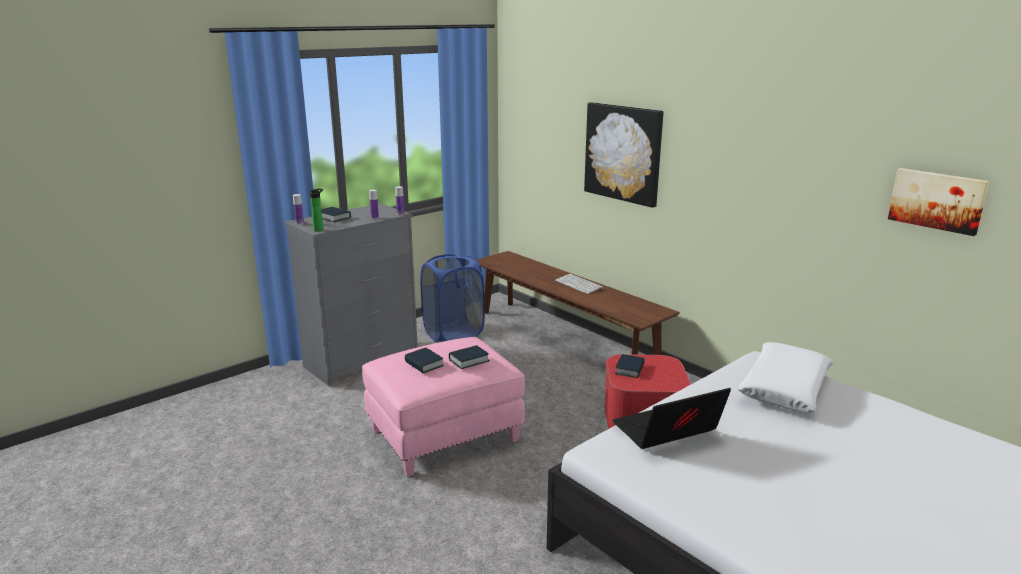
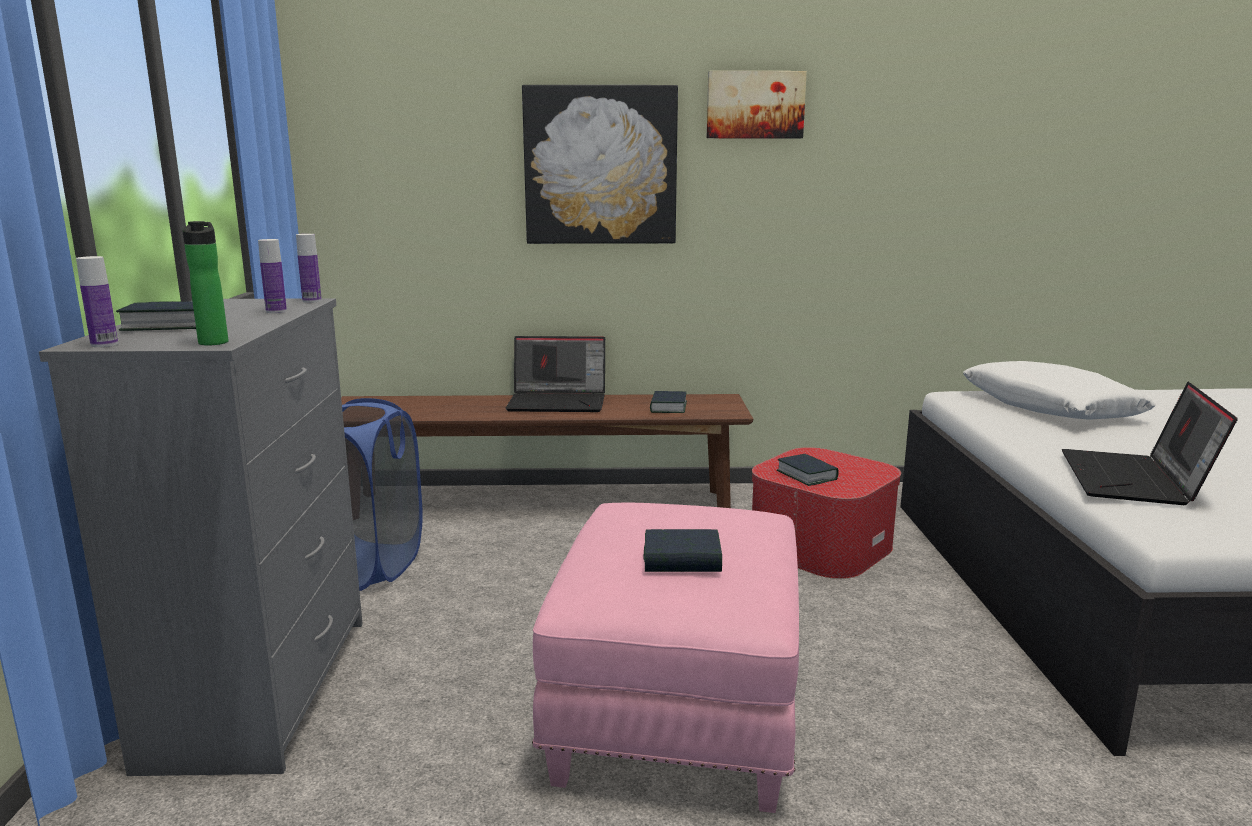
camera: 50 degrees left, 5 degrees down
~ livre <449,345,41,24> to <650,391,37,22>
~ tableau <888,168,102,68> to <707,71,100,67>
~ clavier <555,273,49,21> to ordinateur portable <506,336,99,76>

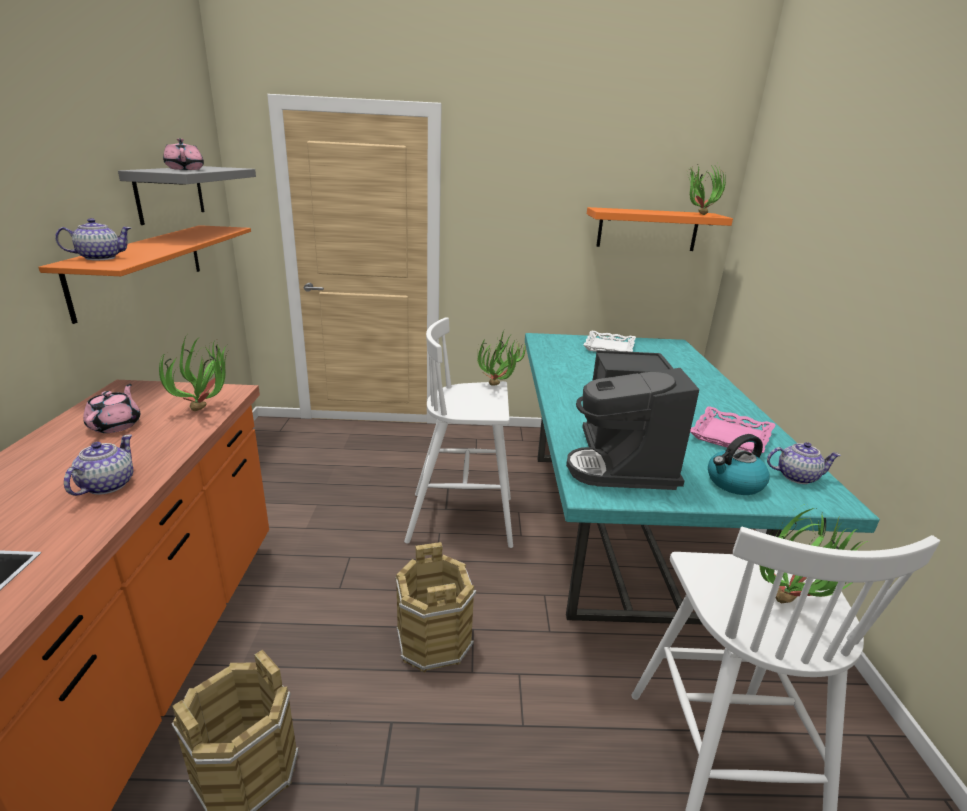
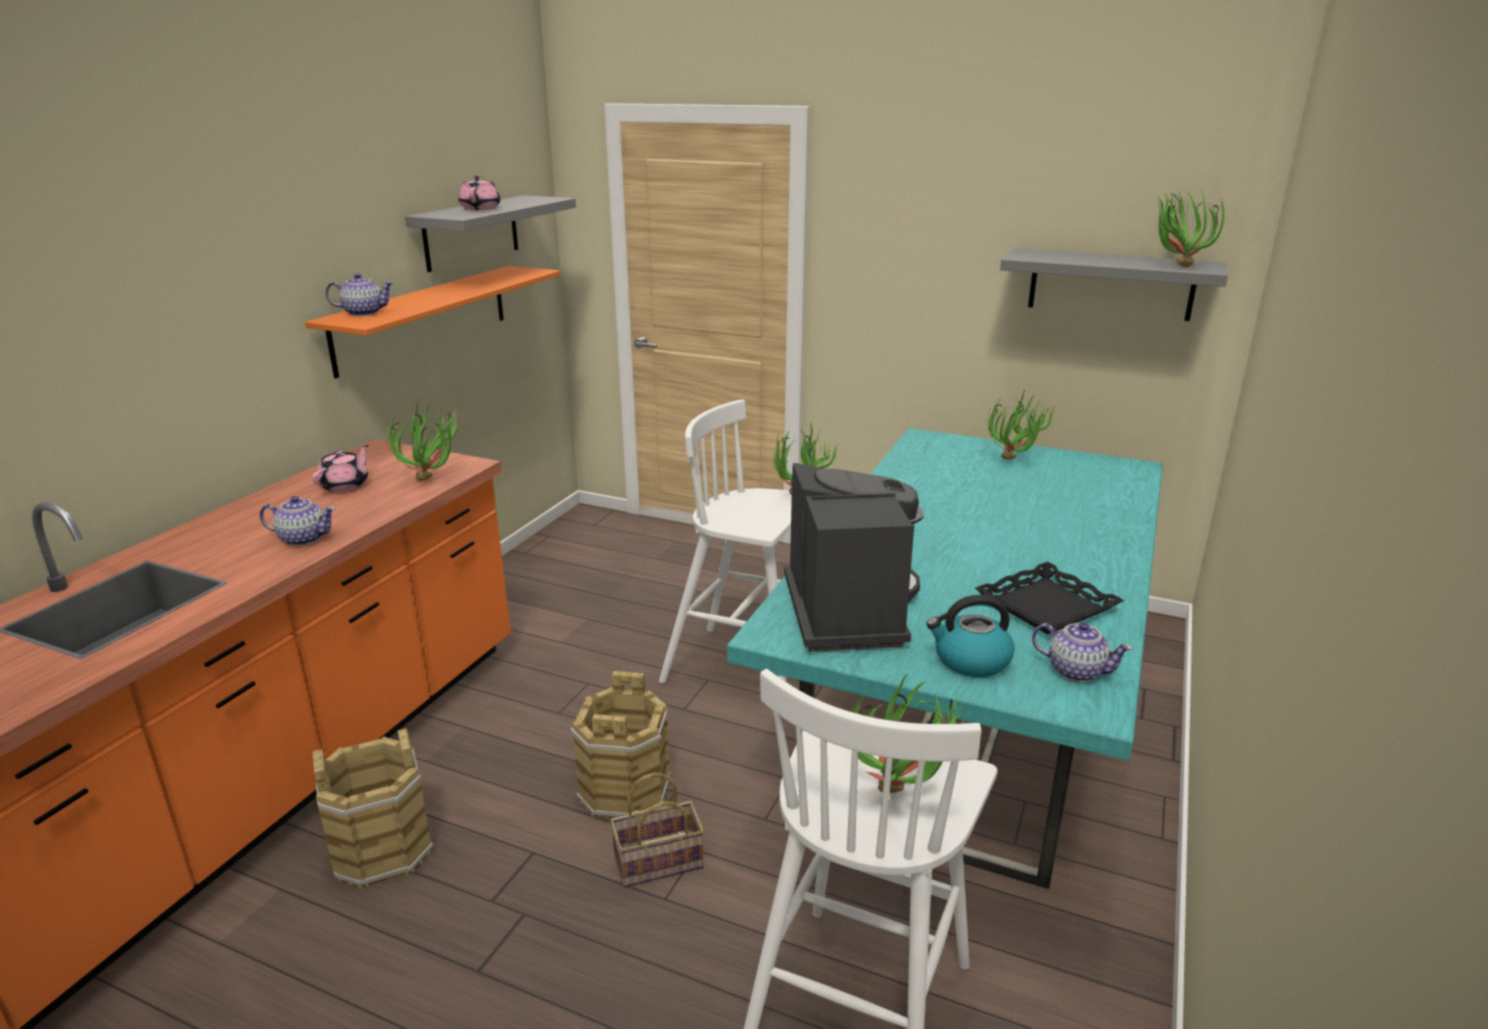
camera: 25 degrees right, 0 degrees up
+ panier <610,772,94,115>
~ plateau [blanc] <583,331,53,21> to plante en pot <988,390,66,69>
~ étagère [orange] <587,207,146,44> to étagère [gris] <1000,248,228,73>
~ plateau [rose] <690,406,86,47> to plateau [noir] <975,562,149,73>
~ théière <64,435,69,61> = <260,496,76,50> 60 degrees clockwise
~ machine à café <566,350,134,140> = <784,463,140,189> 150 degrees clockwise

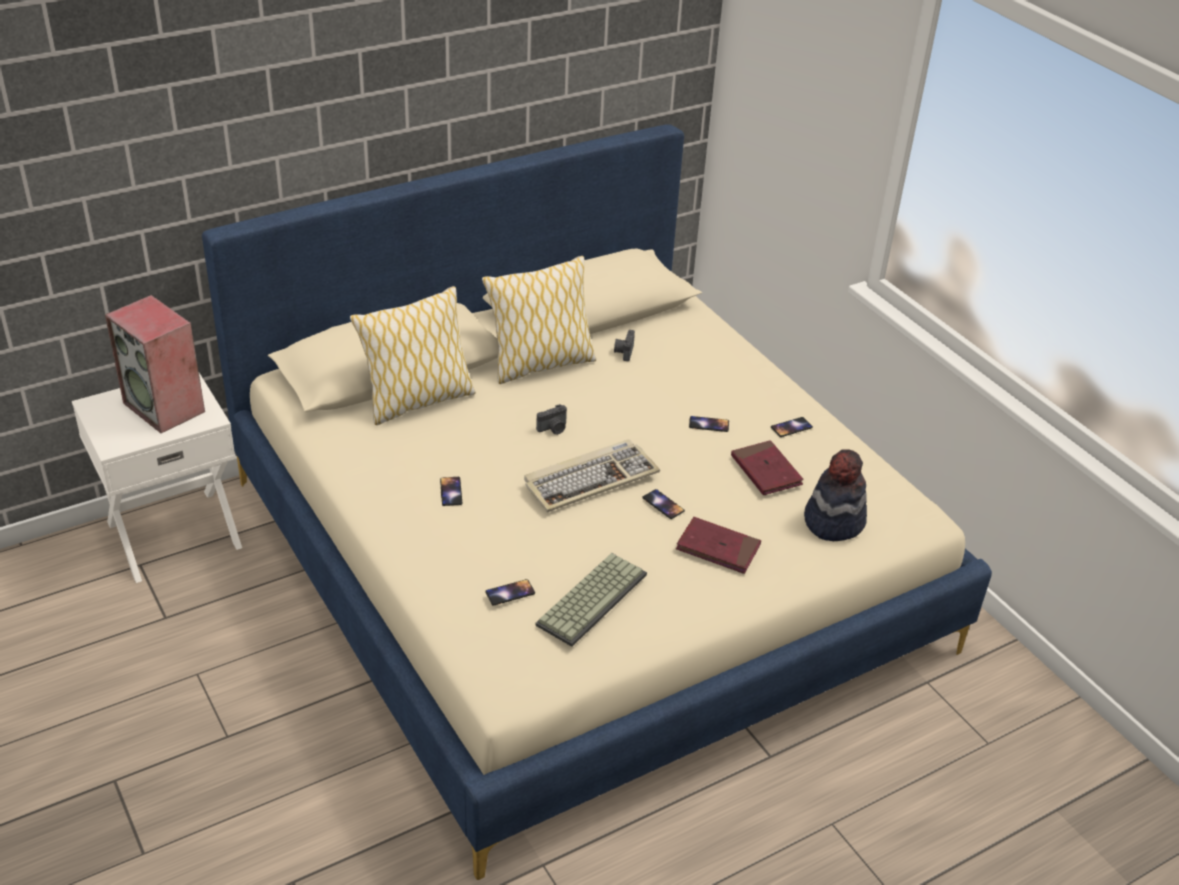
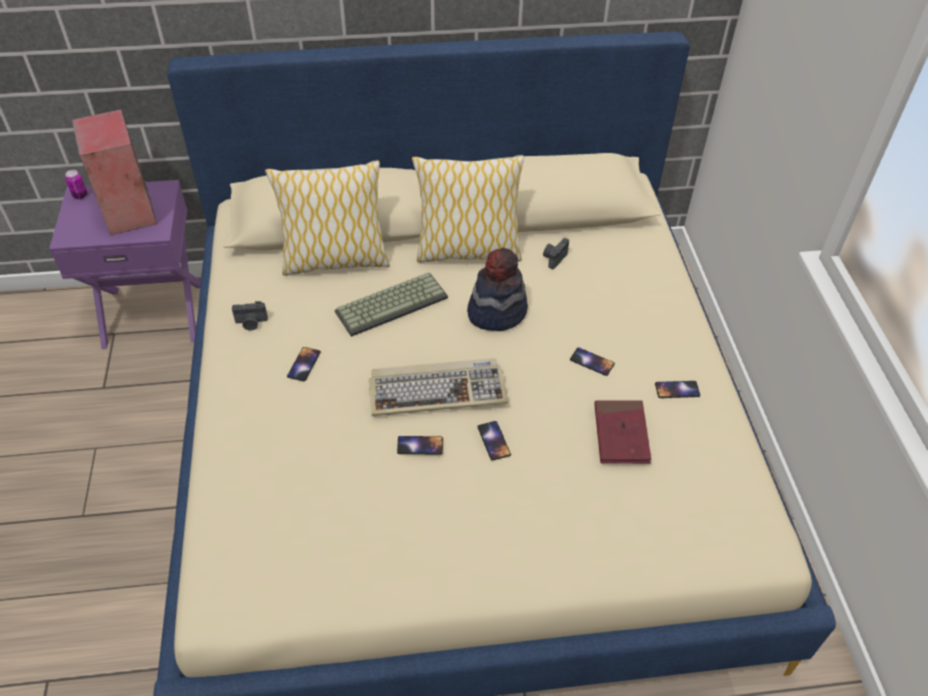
camera: 25 degrees right, 10 degrees up
- livre [rouge] <676,517,85,57>
+ boîte métallique <65,170,22,29>
~ téléphone <485,579,50,27> to <397,436,46,19>
~ appareil photo <536,404,31,31> to <232,301,36,29>
~ clavier <536,553,111,94> to <335,272,113,65>
~ chapeau <804,449,63,92> to <467,248,61,83>
~ table de chevet [blanc] <72,373,170,210> to table de chevet [violet] <49,180,152,169>

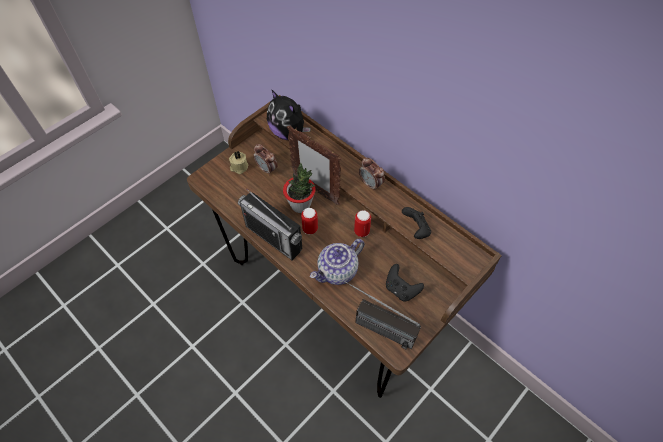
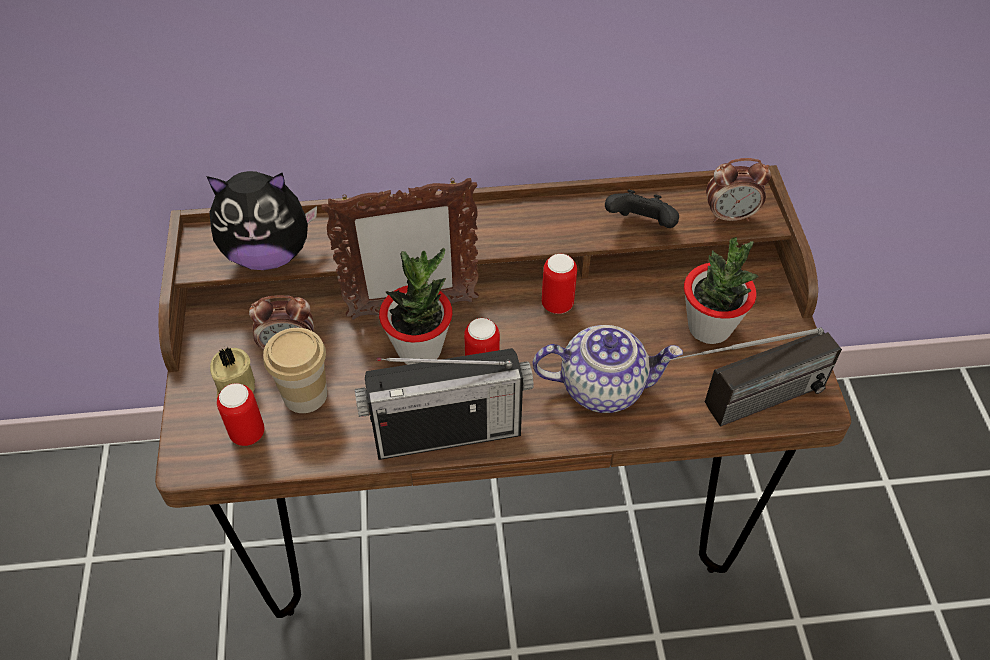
camera: 50 degrees left, 5 degrees down
+ boîte métallique <217,383,47,63>
+ tasse <263,328,64,85>
~ réveil <359,157,26,34> to <706,158,65,64>
~ manette [noir] <386,264,38,38> to plante en pot <684,237,75,107>
~ théière <310,239,54,46> = <533,325,150,88> 90 degrees counterclockwise

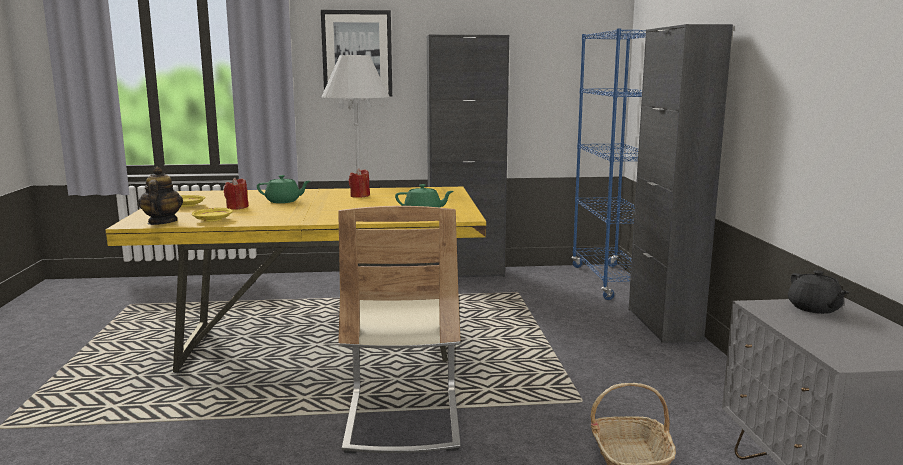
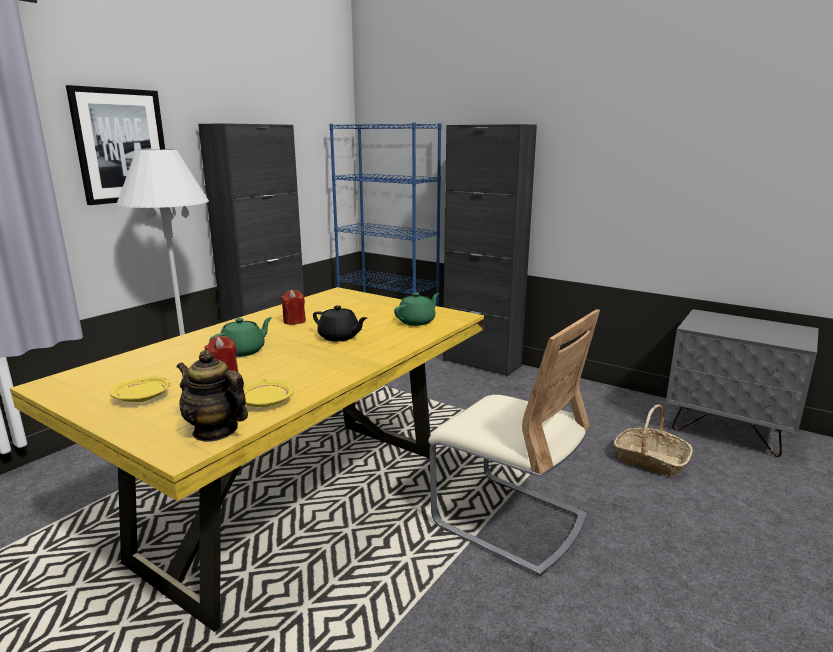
camera: 50 degrees left, 5 degrees up
~ théière [noir] <788,270,61,44> to <313,305,54,36>

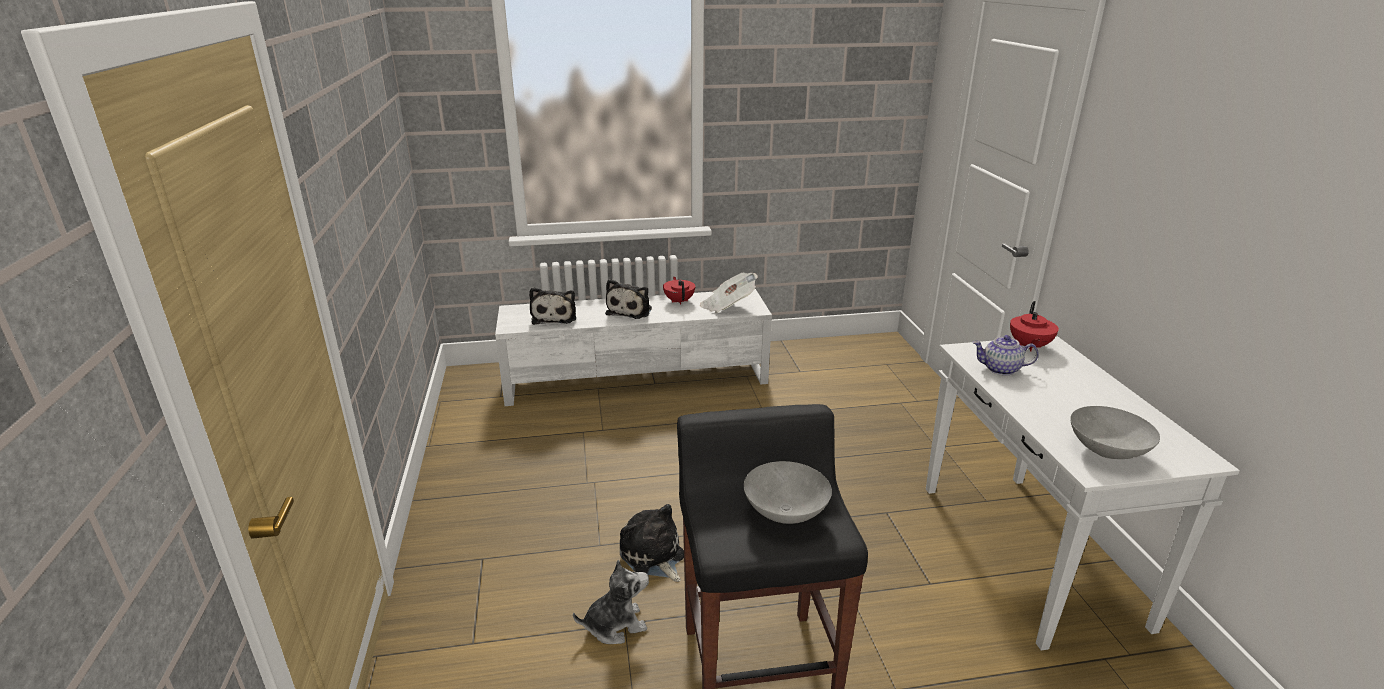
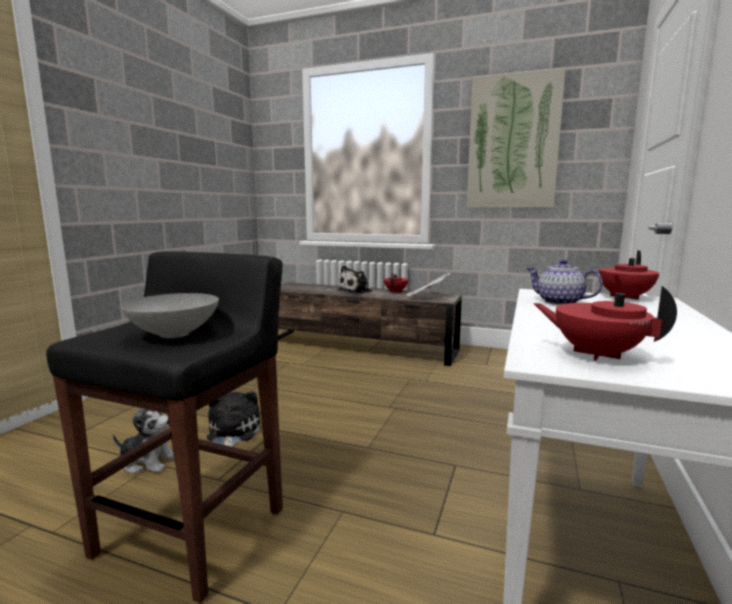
camera: 30 degrees right, 15 degrees down
- peluche <529,287,47,38>
+ tableau <467,67,99,141>
~ bol [gris] <1070,406,90,53> to théière [rouge] <533,286,144,75>
~ meuble télé [blanc] <495,289,277,117> to meuble télé [marron] <278,282,184,84>

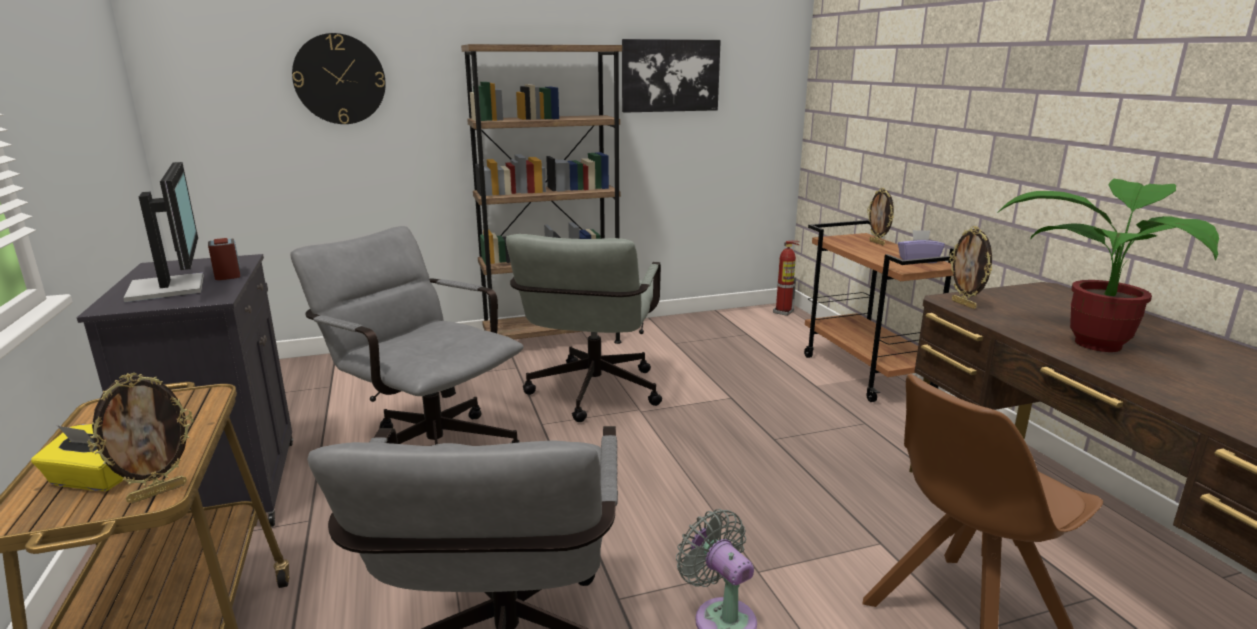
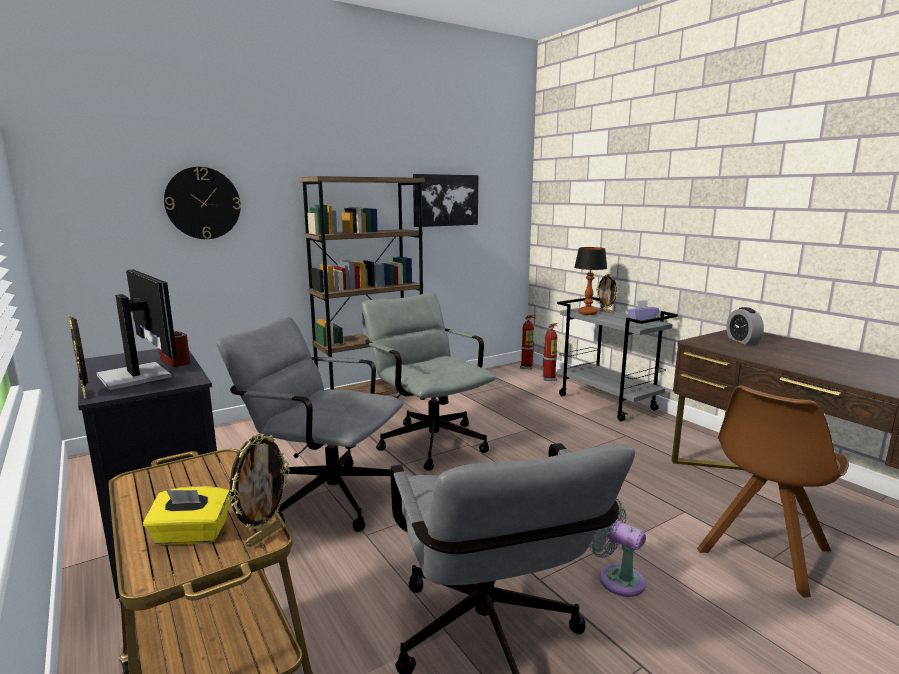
camera: 15 degrees left, 5 degrees down
- plante en pot <997,179,222,173>
+ extincteur <542,323,16,58>
+ lampe de table <574,247,33,68>
+ réveil <726,307,38,37>
~ cadre photo <949,226,43,83> to <68,315,20,84>
~ chariot [marron] <804,220,150,182> to chariot [gris] <557,297,121,124>
~ chaise de bureau [gris] <506,234,156,188> = <362,293,134,177> 150 degrees clockwise

